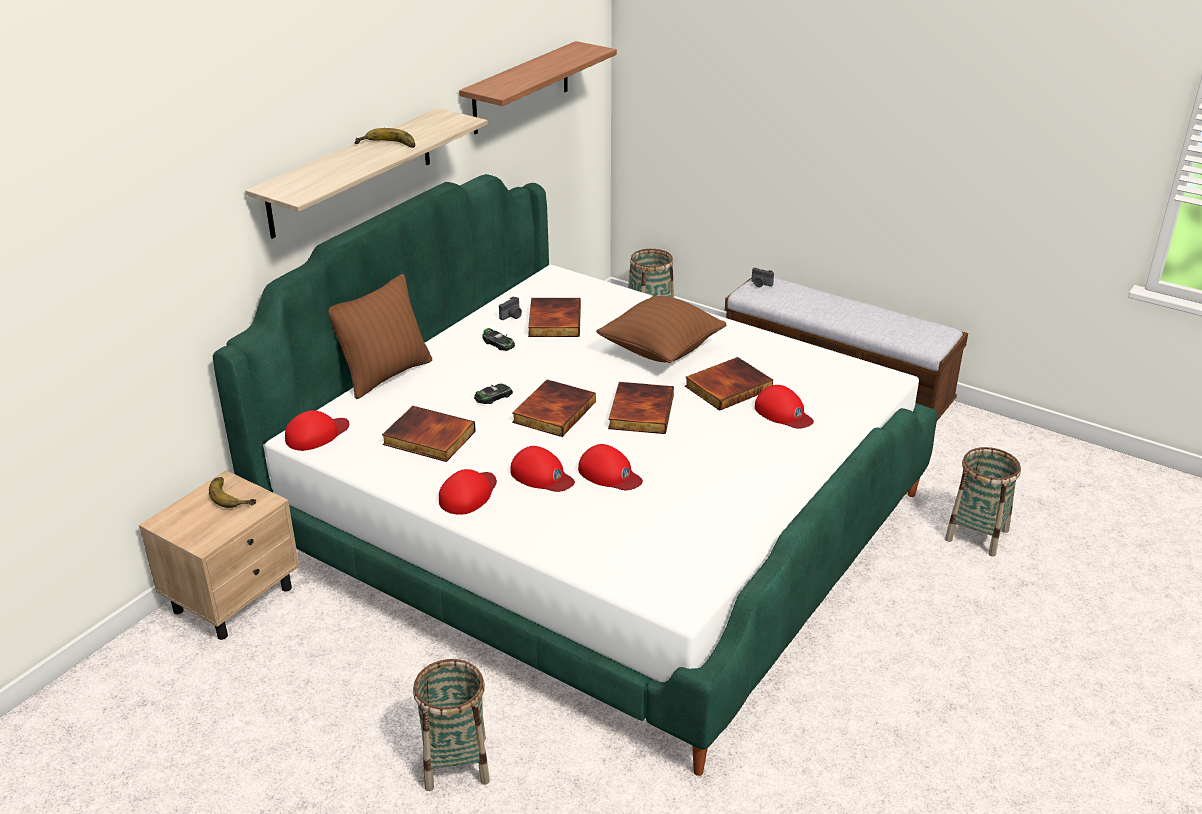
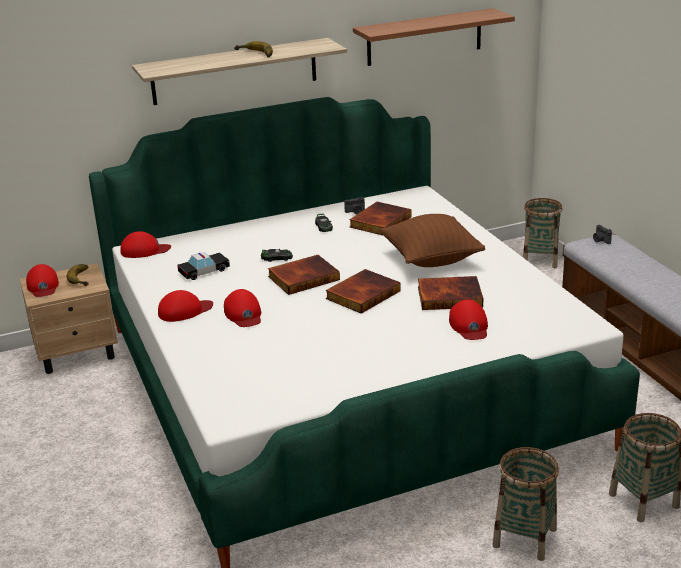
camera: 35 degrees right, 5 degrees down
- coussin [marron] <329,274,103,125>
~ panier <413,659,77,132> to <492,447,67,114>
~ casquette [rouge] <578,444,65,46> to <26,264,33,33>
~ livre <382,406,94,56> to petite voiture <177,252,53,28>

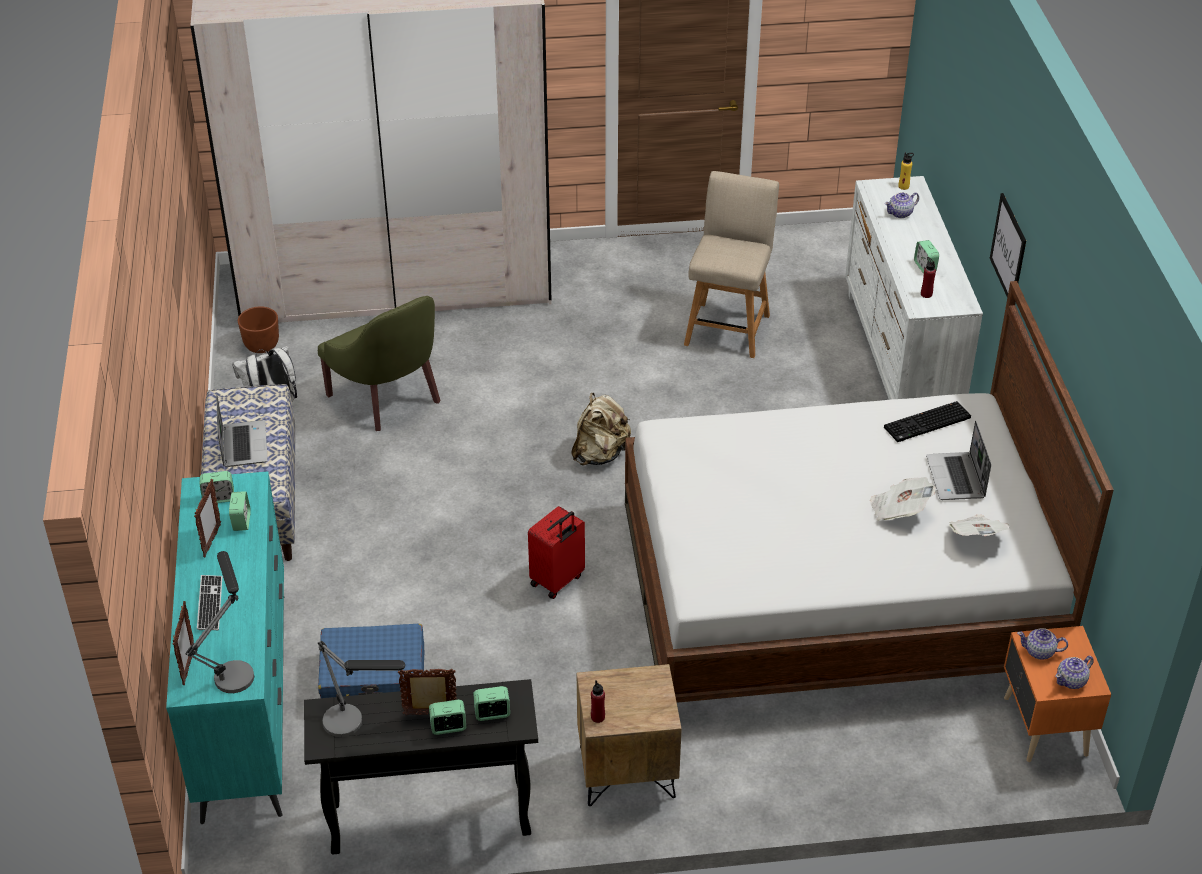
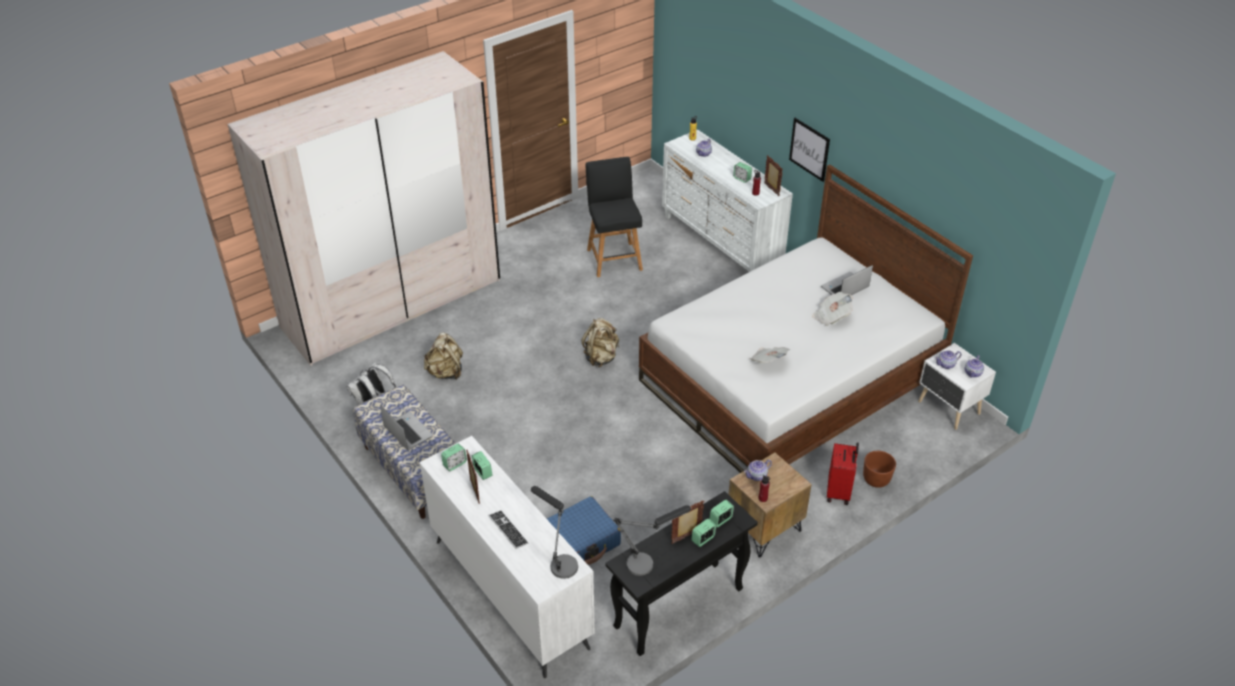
camera: 30 degrees left, 0 degrees up
- clavier <884,401,87,41>
+ théière <744,460,28,21>
~ cadre photo <173,601,21,84> to <764,155,19,41>
~ cache-pot [marron] <238,307,41,46> to <863,451,33,37>
~ valise [rouge] <528,506,57,93> to <827,442,32,63>
~ journal <949,515,60,21> to <750,347,40,16>
~ fauteuil [vert] <318,296,122,135> to sac à dos [beige] <423,333,40,47>
~ commode [turquoise] <166,471,118,353> to commode [blanc] <419,436,176,242>
~ chaise [beige] <684,171,95,187> to chaise [noir] <585,157,58,120>
~ table de chevet [orange] <1004,626,107,136> to table de chevet [blanc] <918,343,78,87>
~ ordinateur portable <926,421,65,79> = <821,265,52,30> 90 degrees clockwise

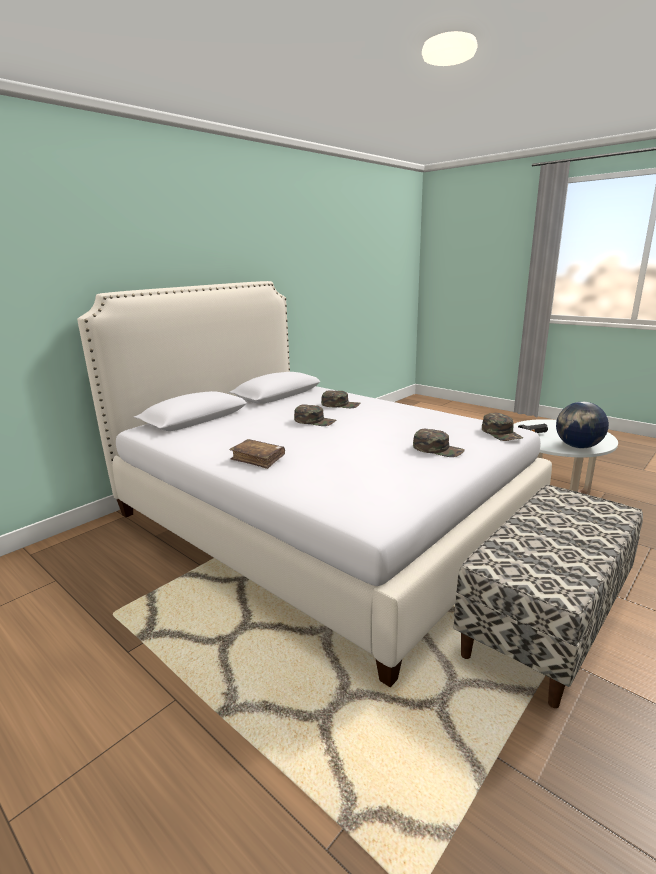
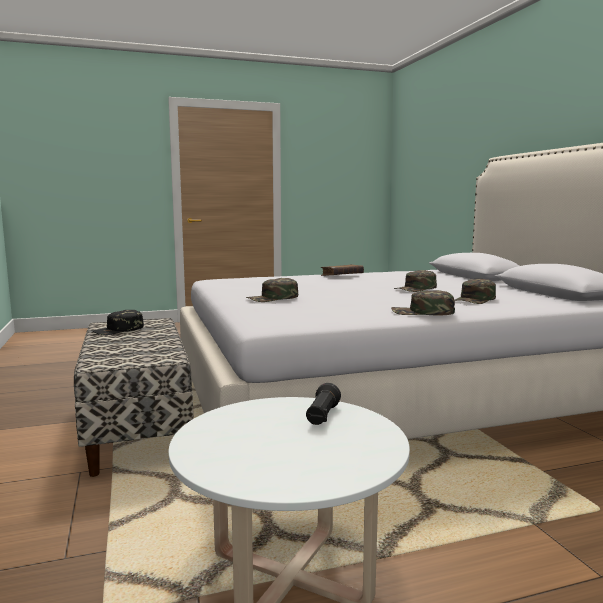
camera: 120 degrees right, 10 degrees down
- globe <556,402,53,47>
+ casquette [noir] <91,310,53,25>
~ casquette [vert] <482,412,41,29> to <391,290,64,25>

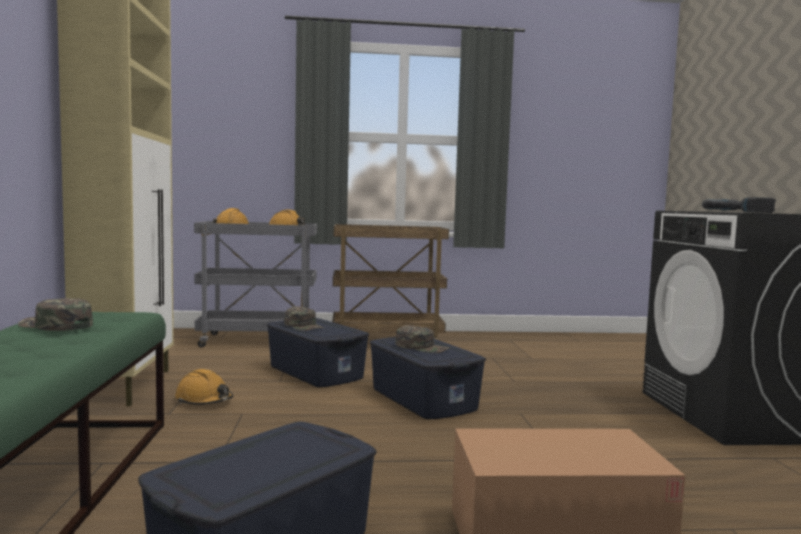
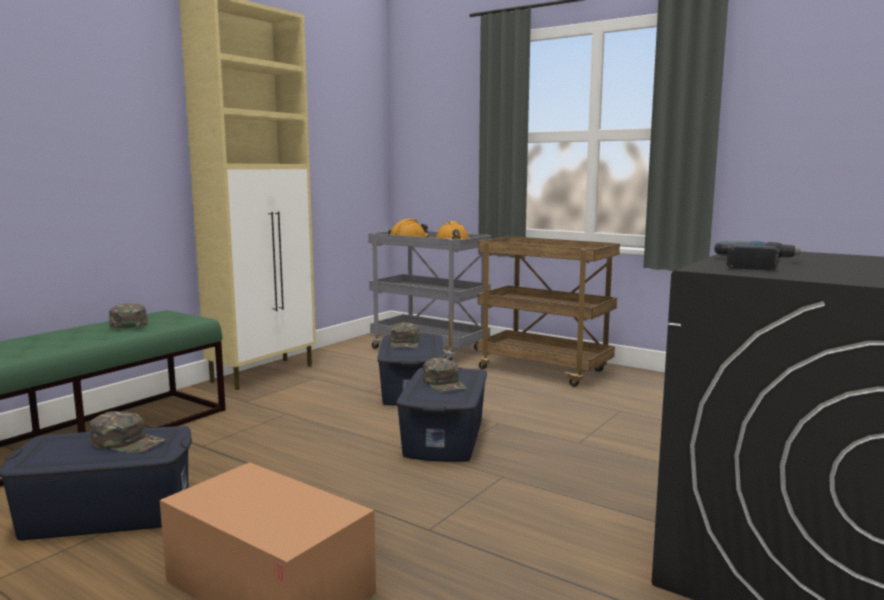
camera: 40 degrees right, 5 degrees up
- casque de chantier [orange] <175,369,58,36>
+ casquette [vert] <90,411,75,43>

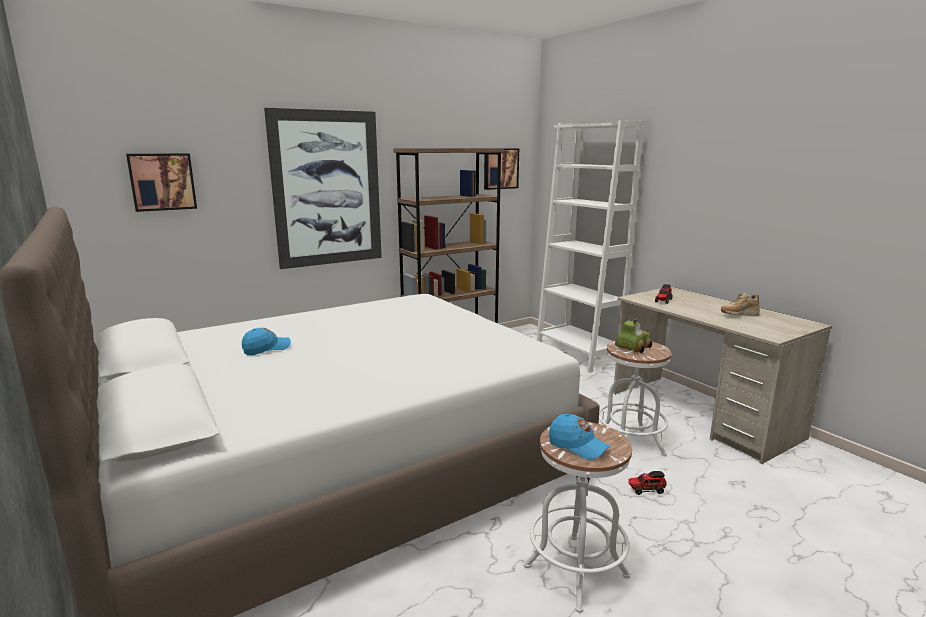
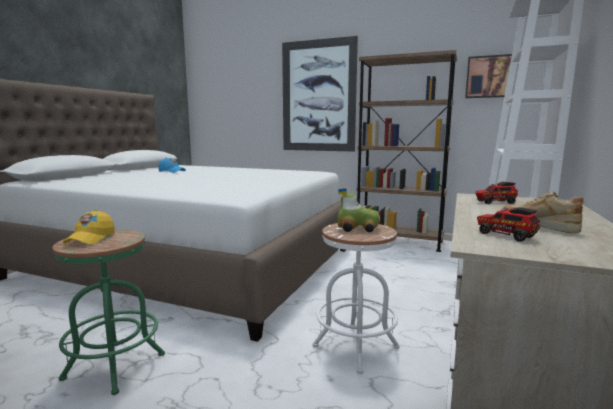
camera: 55 degrees right, 5 degrees down
- tableau <126,153,71,59>
~ camion jouet <628,471,38,24> to <477,208,63,34>
~ tabouret [blanc] <524,422,108,191> to tabouret [vert] <52,230,113,165>
~ casquette [bleu] <549,414,61,46> to casquette [jaune] <63,210,51,34>

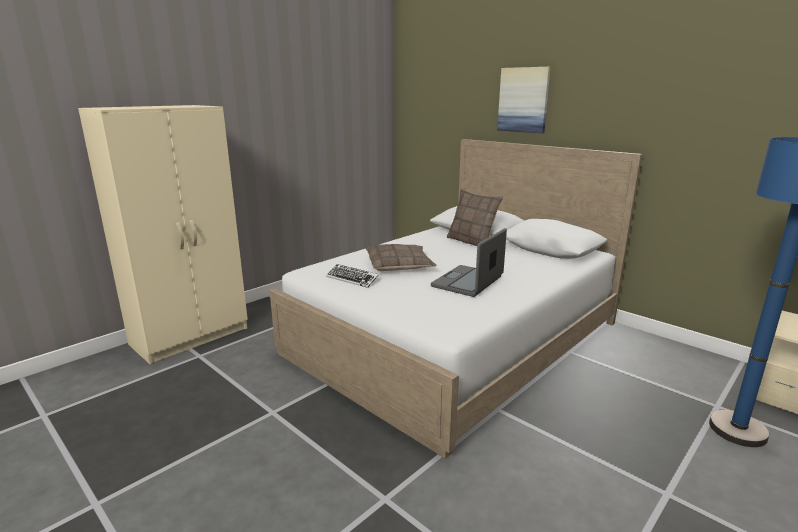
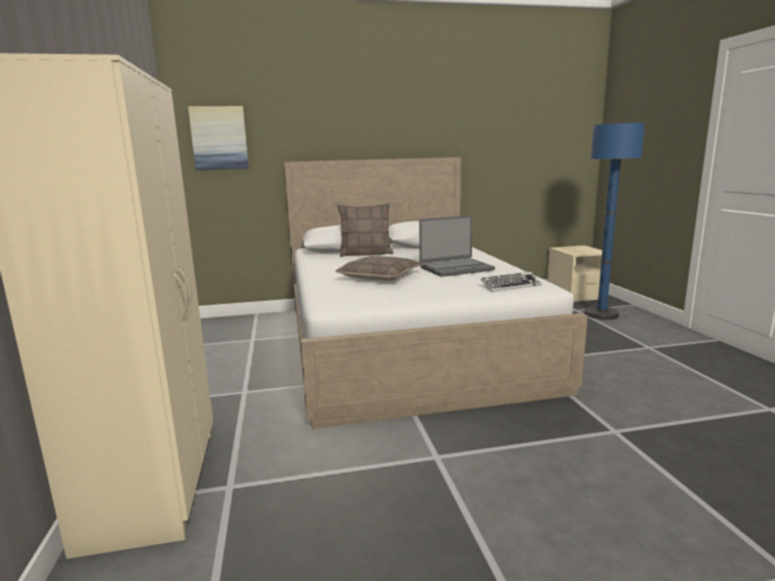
camera: 55 degrees left, 5 degrees down
~ clavier <326,264,53,24> to <481,272,61,20>
~ tableau <497,67,54,66> to <188,106,61,64>
~ ordinateur portable <431,228,76,69> = <419,215,76,62> 90 degrees counterclockwise

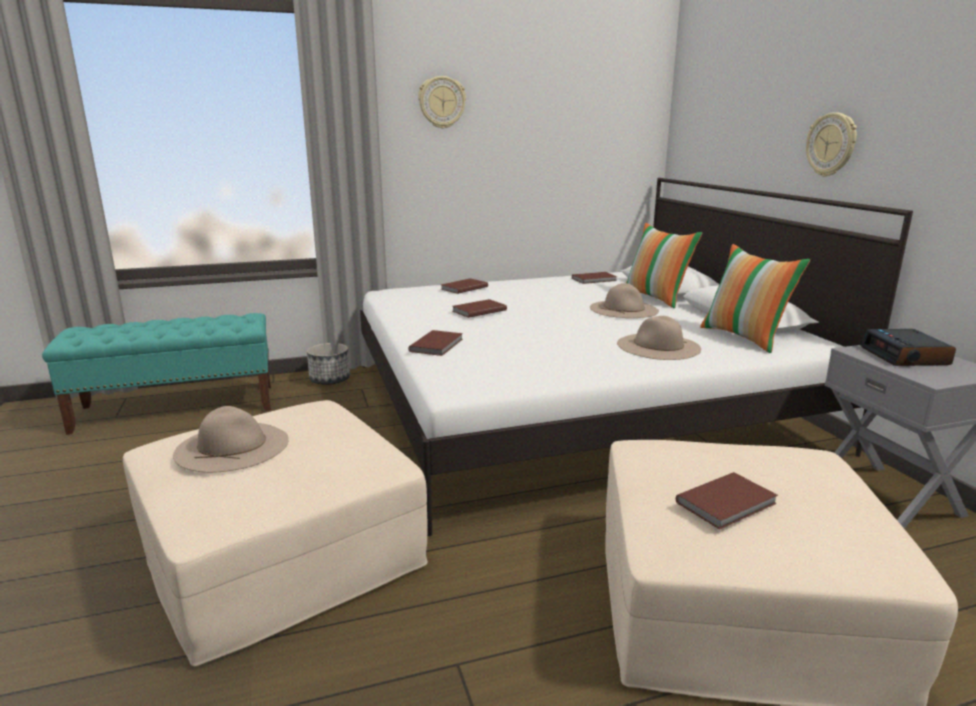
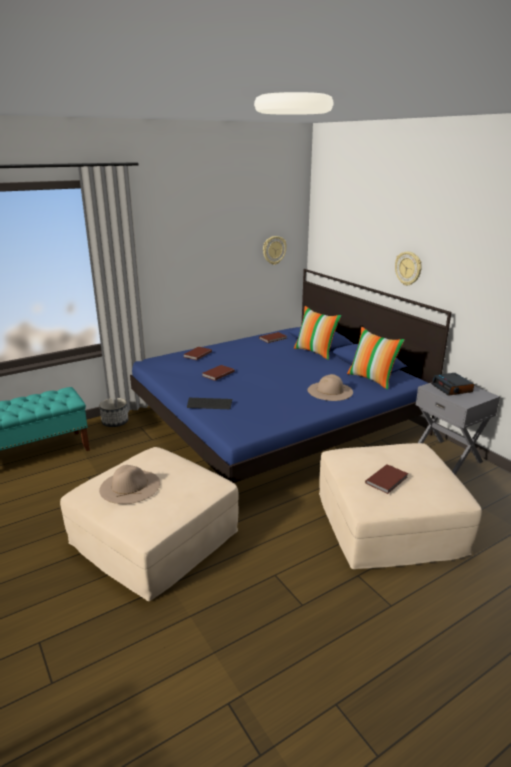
camera: 15 degrees left, 5 degrees up
- chapeau [beige] <590,283,69,35>
~ horloge murale <418,76,48,53> to <263,236,24,29>
~ livre [marron] <408,330,55,26> to clavier <187,398,45,11>
~ lit [blanc] <360,178,553,358> to lit [bleu] <130,269,322,214>

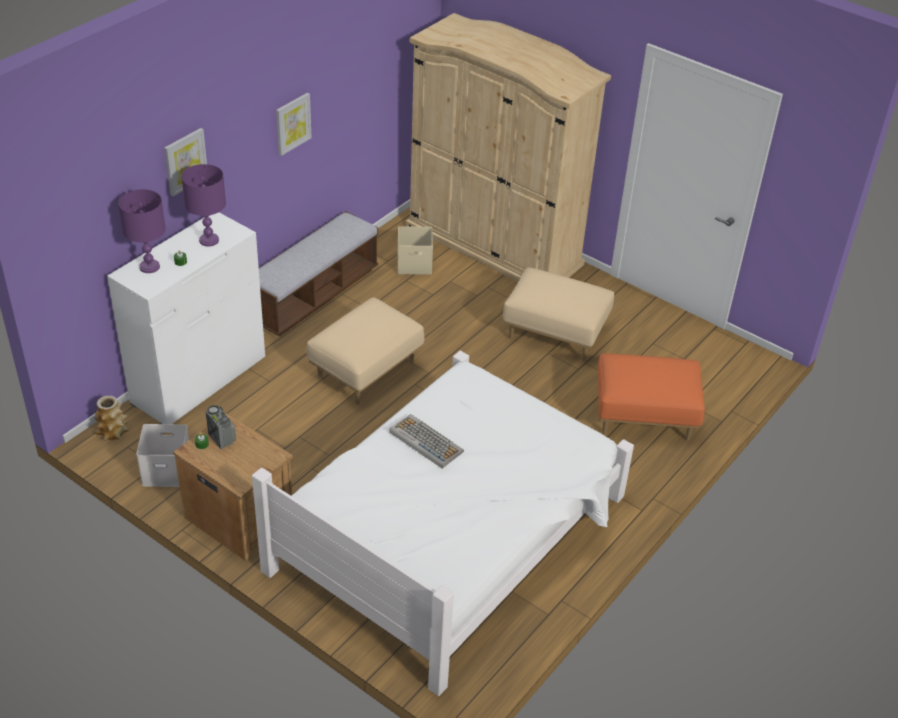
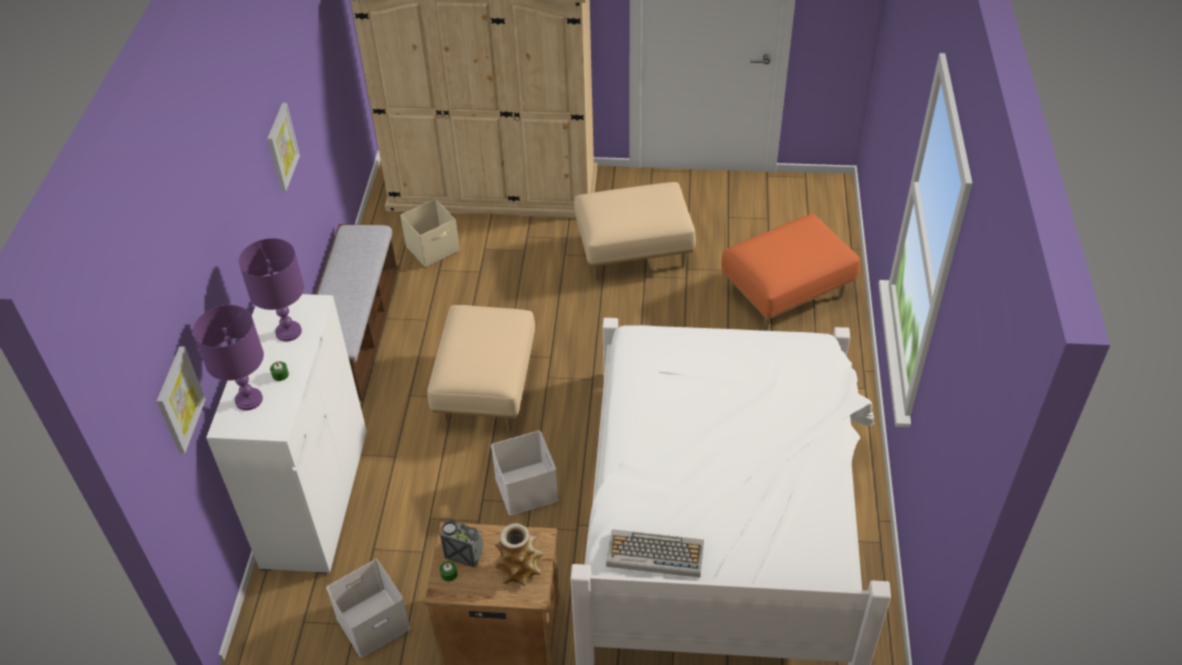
camera: 30 degrees left, 5 degrees up
+ boîte de rangement [blanc] <491,431,67,84>
~ vase <95,396,34,45> to <495,523,48,63>
~ tableau <164,128,43,68> to <157,347,49,107>
~ clavier <389,414,75,54> to <606,529,98,48>

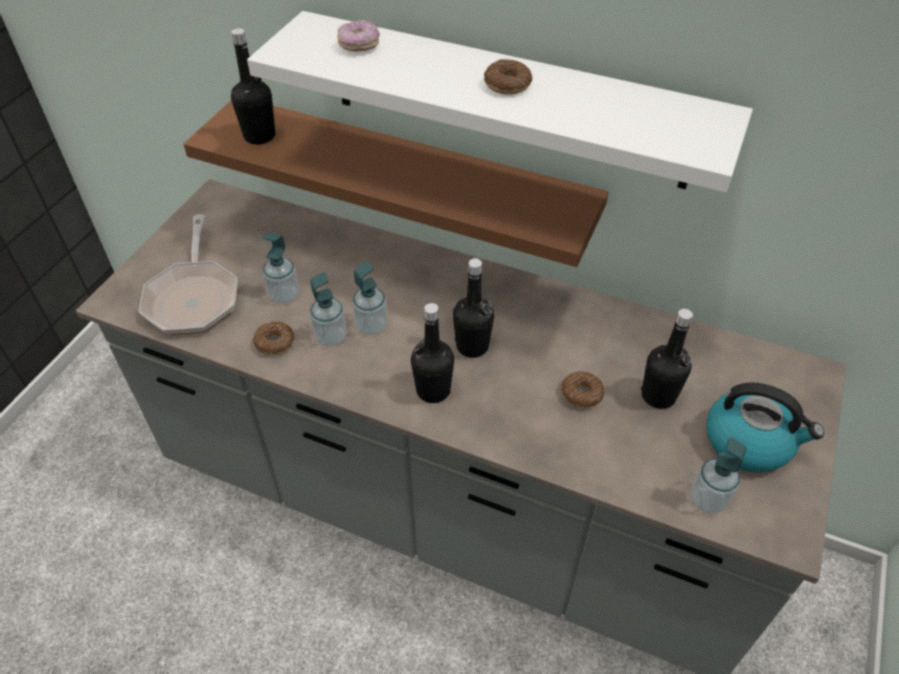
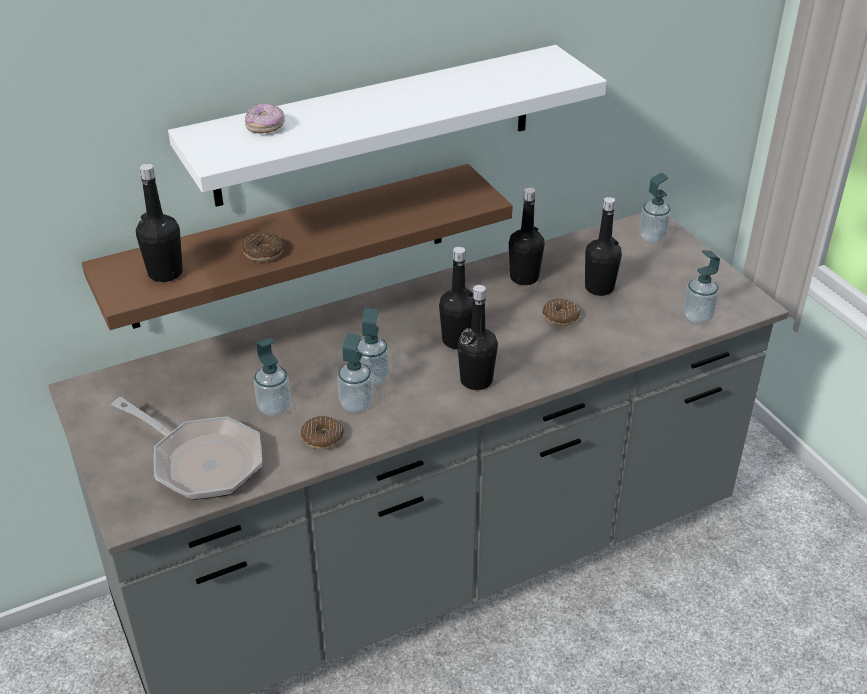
camera: 50 degrees left, 10 degrees down
- bouilloire <706,382,118,91>
+ bouteille [noir] <509,187,36,98>
+ distributeur de savon <640,173,31,70>
~ beignet <484,59,48,36> to <242,232,42,30>

